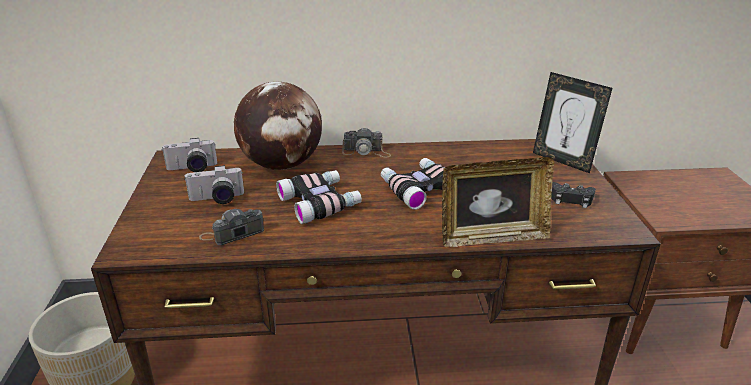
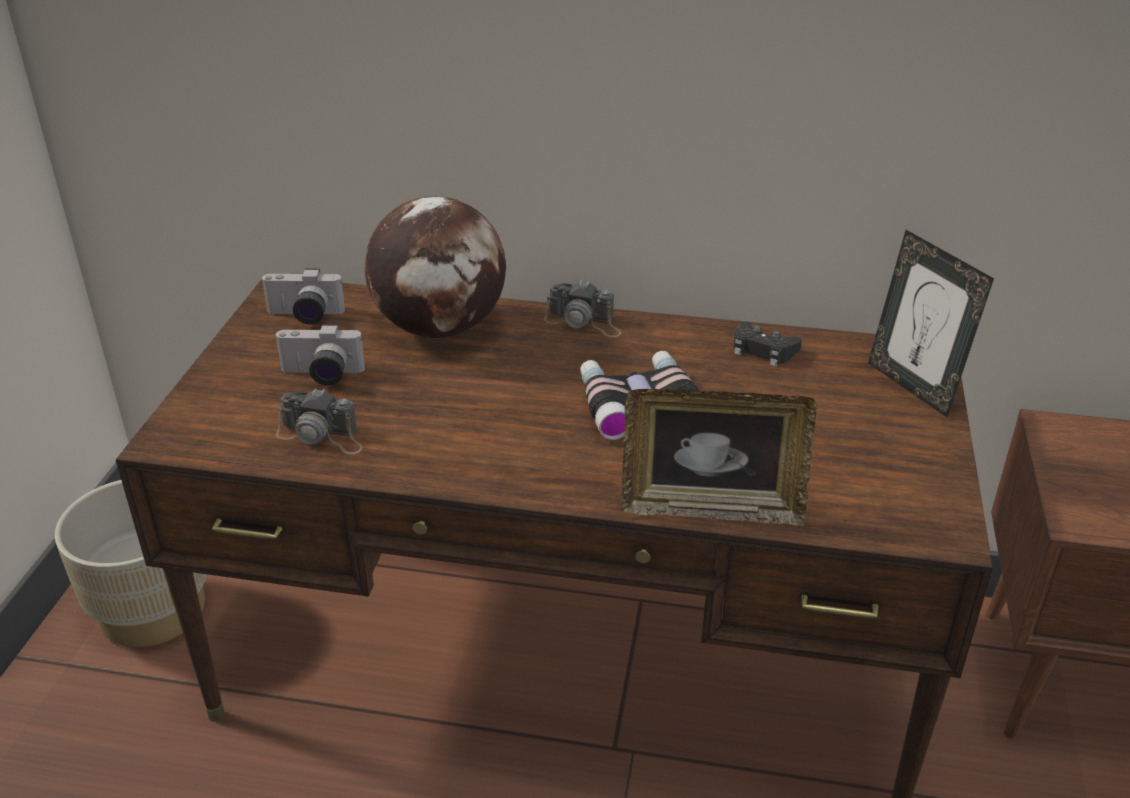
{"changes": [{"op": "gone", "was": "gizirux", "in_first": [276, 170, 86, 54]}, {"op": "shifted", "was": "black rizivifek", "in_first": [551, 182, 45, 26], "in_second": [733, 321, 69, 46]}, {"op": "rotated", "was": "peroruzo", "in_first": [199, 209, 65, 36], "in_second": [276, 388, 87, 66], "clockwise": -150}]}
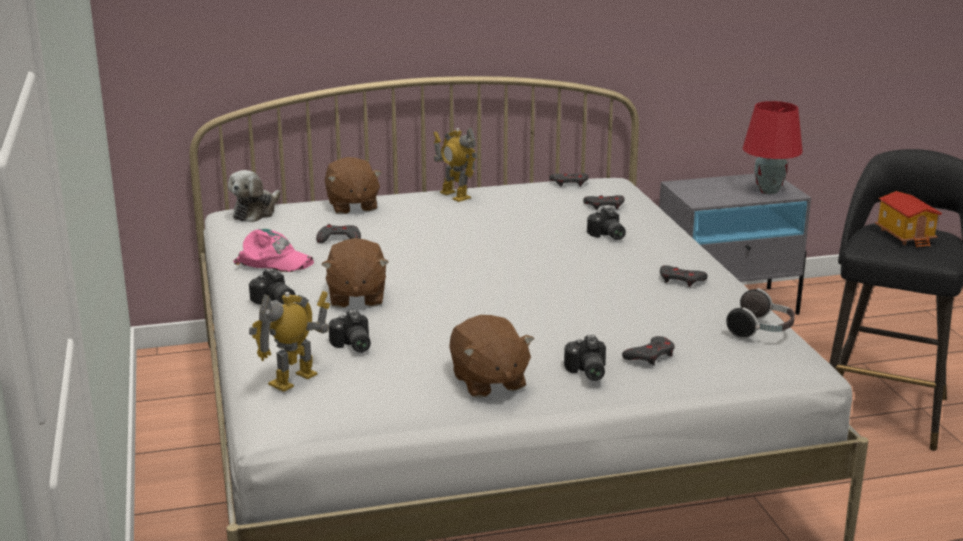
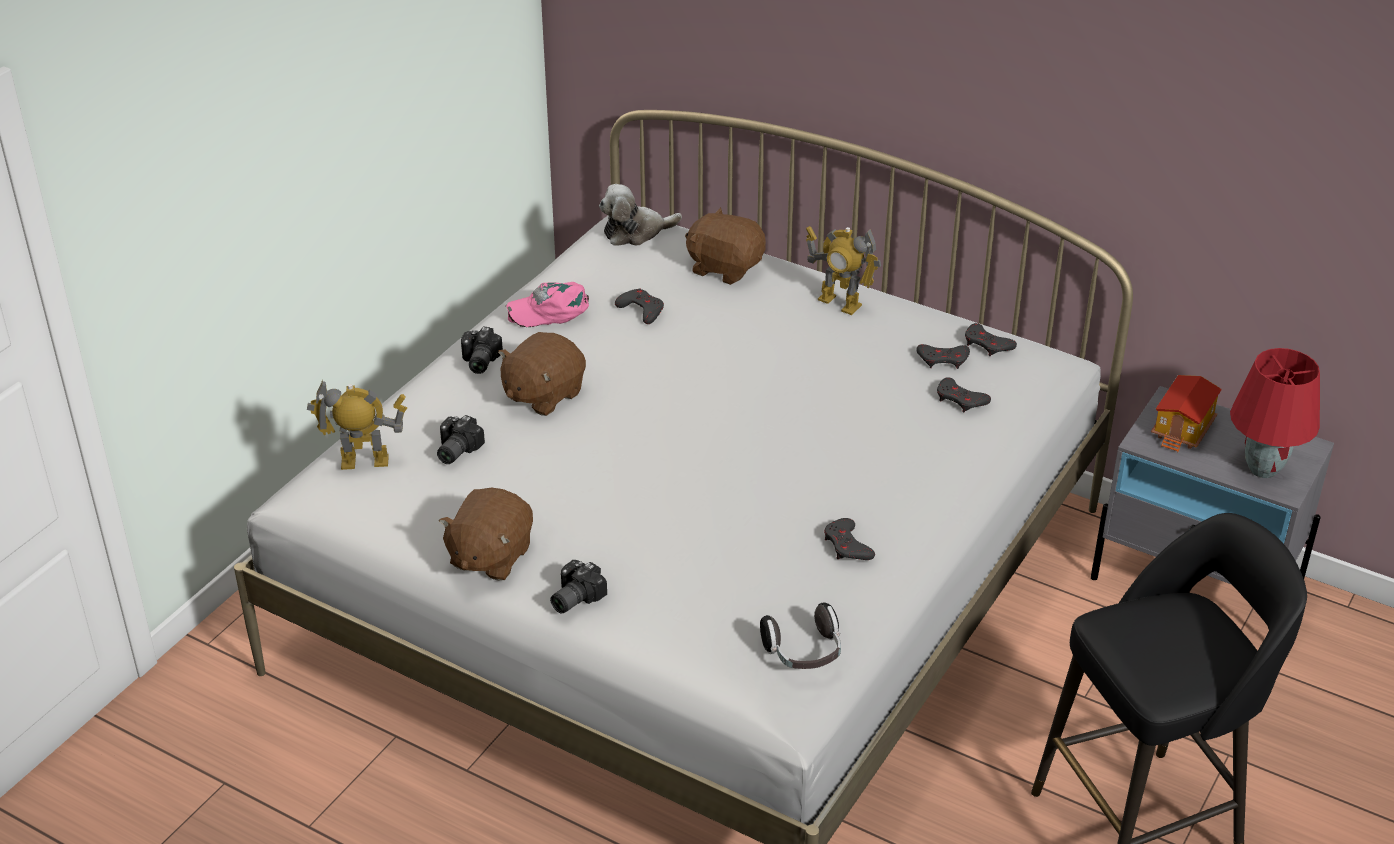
{"changes": [{"op": "gone", "was": "peroruzo", "in_first": [587, 207, 39, 33]}, {"op": "shifted", "was": "grey rizivifek", "in_first": [622, 336, 53, 29], "in_second": [916, 344, 54, 25]}, {"op": "shifted", "was": "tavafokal", "in_first": [875, 191, 67, 57], "in_second": [1151, 375, 71, 77]}, {"op": "rotated", "was": "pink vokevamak", "in_first": [233, 229, 81, 43], "in_second": [506, 282, 83, 45], "clockwise": 105}, {"op": "rotated", "was": "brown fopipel", "in_first": [325, 157, 57, 57], "in_second": [685, 207, 81, 78], "clockwise": 90}, {"op": "rotated", "was": "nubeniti", "in_first": [433, 127, 44, 75], "in_second": [806, 226, 75, 89], "clockwise": -60}]}
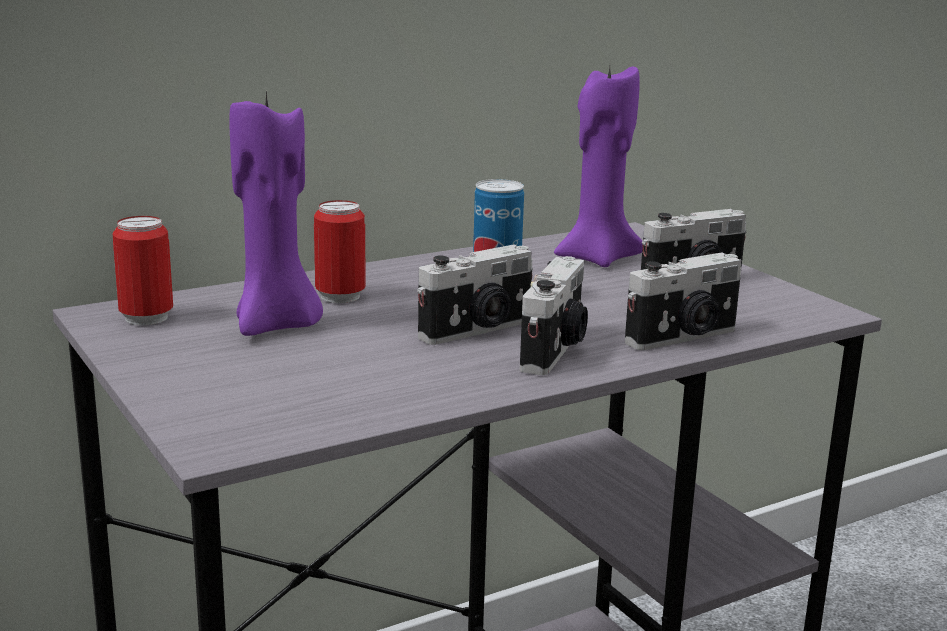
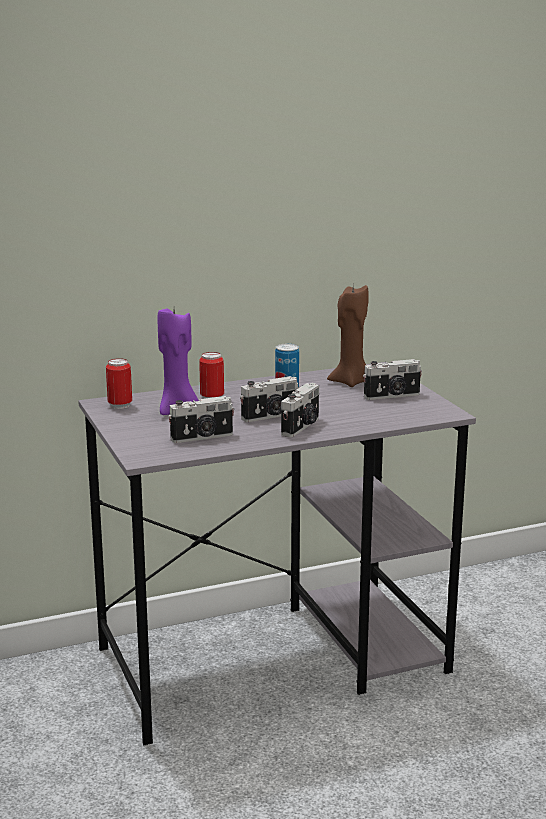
{"changes": [{"op": "shifted", "was": "peroruzo", "in_first": [625, 253, 116, 97], "in_second": [168, 396, 66, 47]}, {"op": "repainted", "was": "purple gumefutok", "now": "brown gumefutok", "in_first": [554, 66, 89, 201], "in_second": [327, 285, 42, 102]}]}
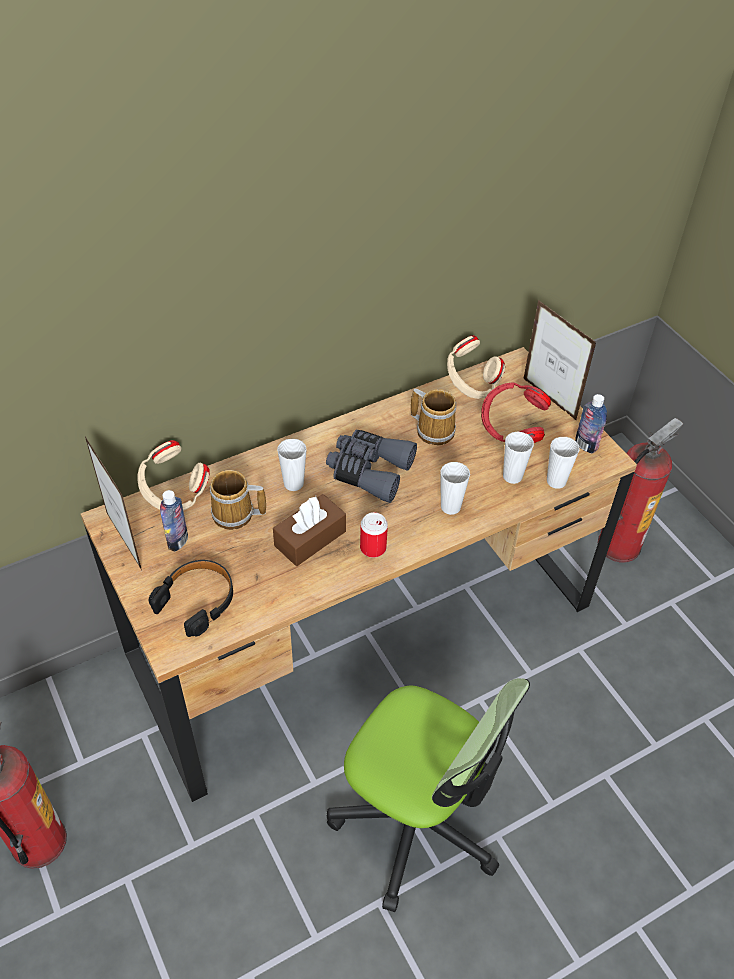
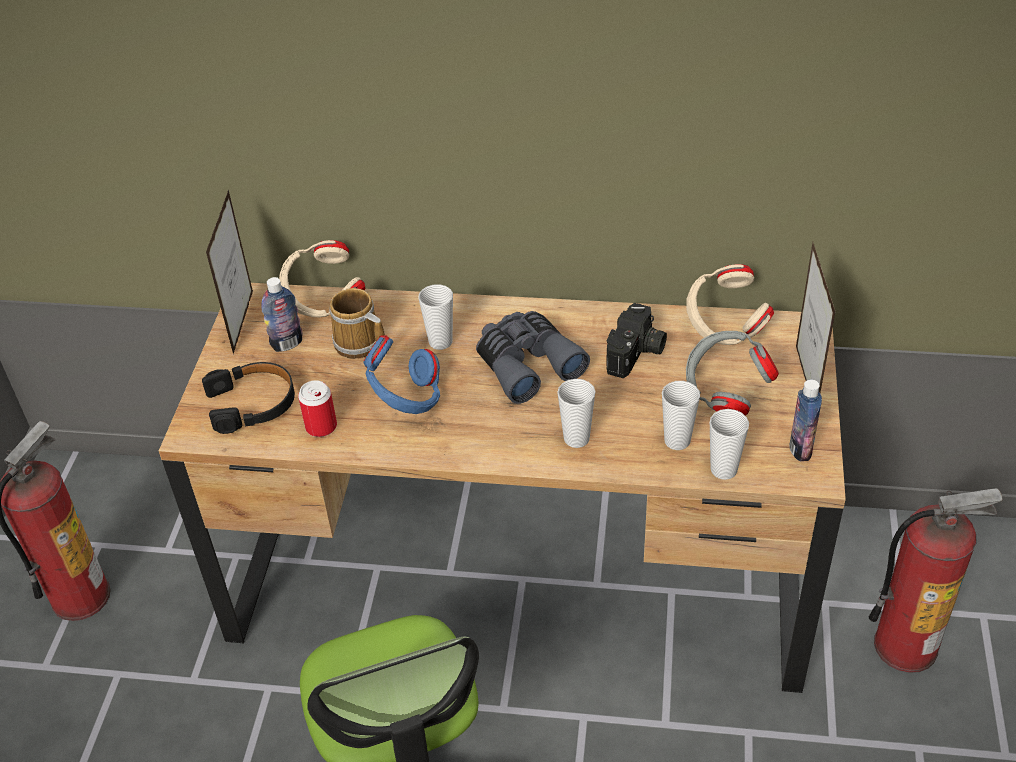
{"changes": [{"op": "shifted", "was": "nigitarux", "in_first": [360, 512, 28, 46], "in_second": [298, 380, 39, 57]}, {"op": "swapped", "was": "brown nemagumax", "now": "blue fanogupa", "in_first": [273, 494, 73, 72], "in_second": [363, 335, 77, 79]}, {"op": "swapped", "was": "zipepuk", "now": "peroruzo", "in_first": [411, 389, 45, 56], "in_second": [606, 303, 61, 75]}, {"op": "repainted", "was": "red fanogupa", "now": "grey fanogupa", "in_first": [481, 382, 70, 61], "in_second": [686, 331, 93, 85]}]}
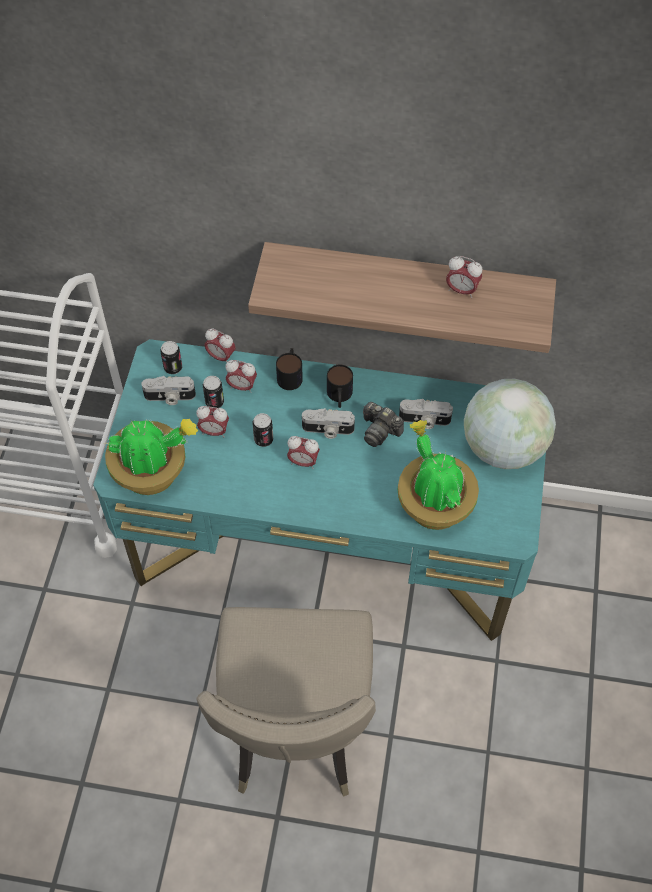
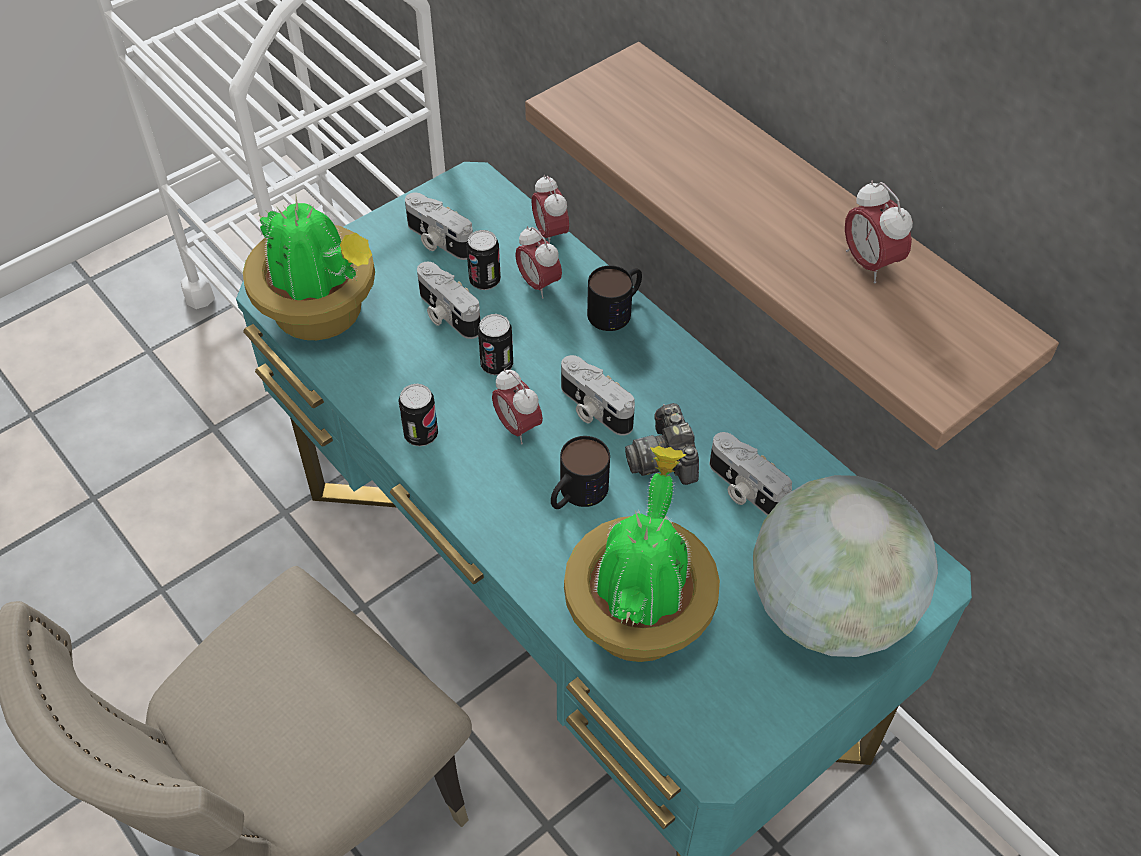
{"changes": [{"op": "shifted", "was": "nigitarux", "in_first": [160, 341, 22, 33], "in_second": [398, 384, 40, 62]}, {"op": "shifted", "was": "zipepuk", "in_first": [327, 365, 26, 43], "in_second": [551, 436, 59, 73]}, {"op": "swapped", "was": "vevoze", "now": "peroruzo", "in_first": [196, 406, 33, 31], "in_second": [417, 262, 64, 77]}]}
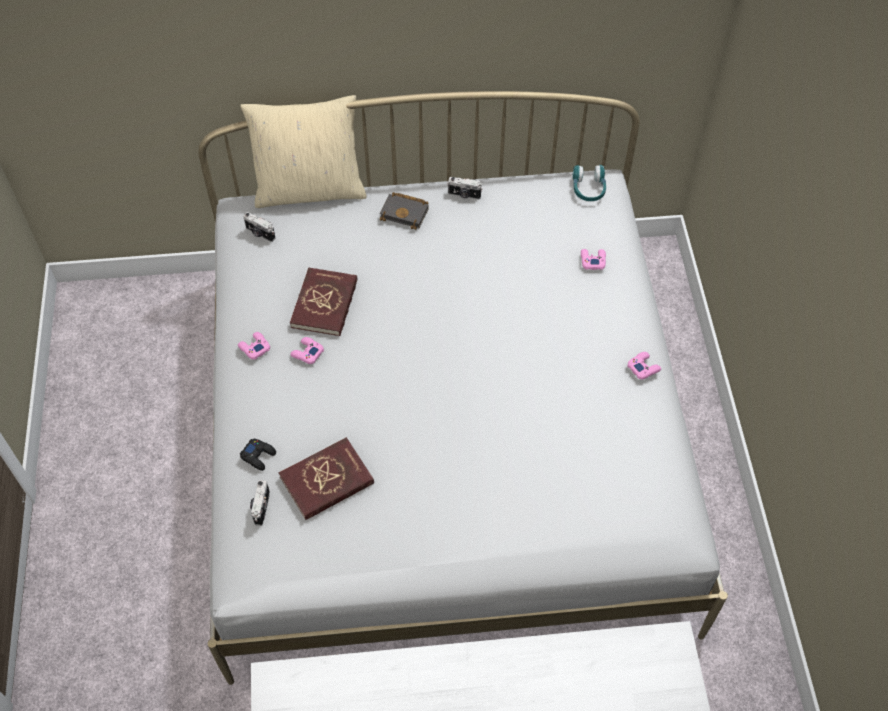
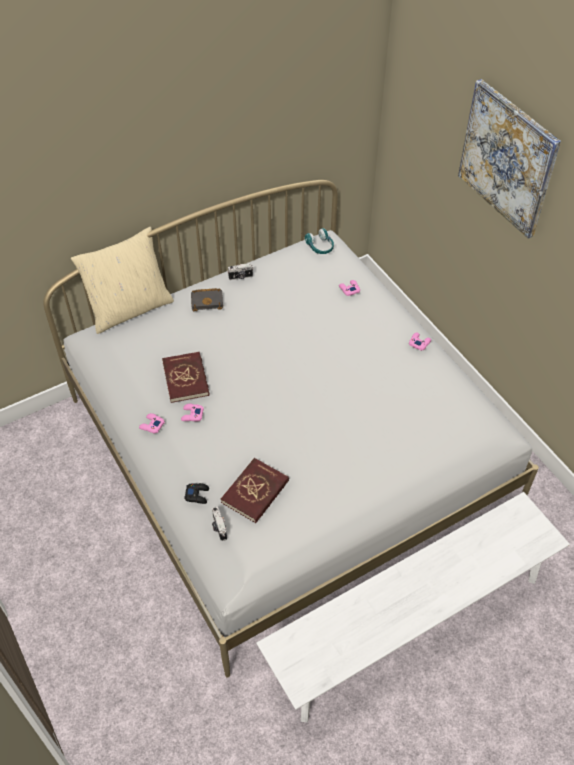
{"changes": [{"op": "gone", "was": "peroruzo", "in_first": [243, 212, 32, 30]}, {"op": "new", "now": "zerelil", "in_second": [458, 79, 103, 160]}]}
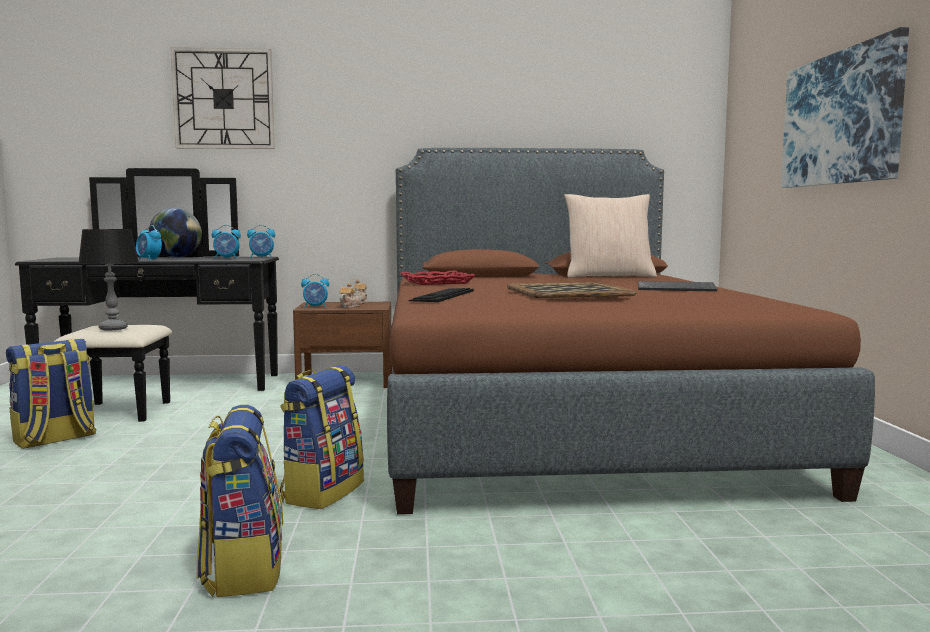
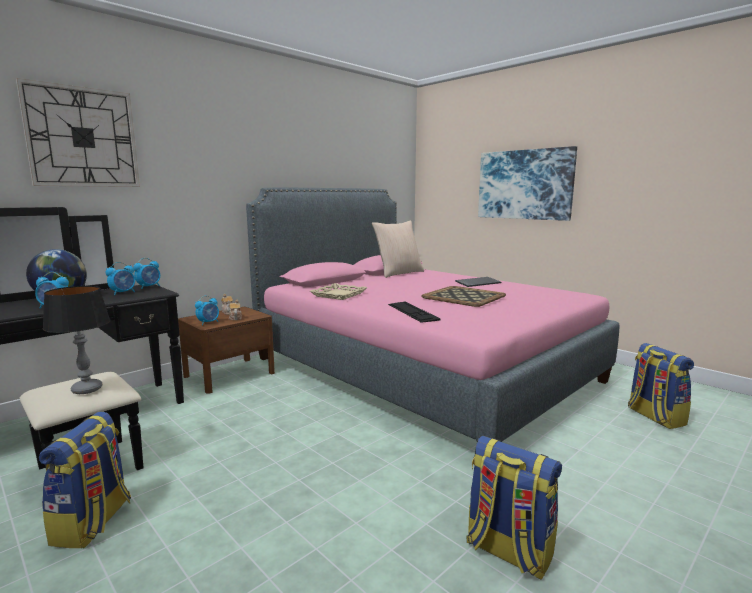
{"changes": [{"op": "shifted", "was": "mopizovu", "in_first": [280, 365, 84, 144], "in_second": [628, 343, 66, 86]}, {"op": "repainted", "was": "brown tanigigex", "now": "pink tanigigex", "in_first": [387, 148, 488, 366], "in_second": [246, 188, 373, 254]}, {"op": "repainted", "was": "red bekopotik", "now": "beige bekopotik", "in_first": [400, 271, 76, 14], "in_second": [310, 283, 57, 17]}]}
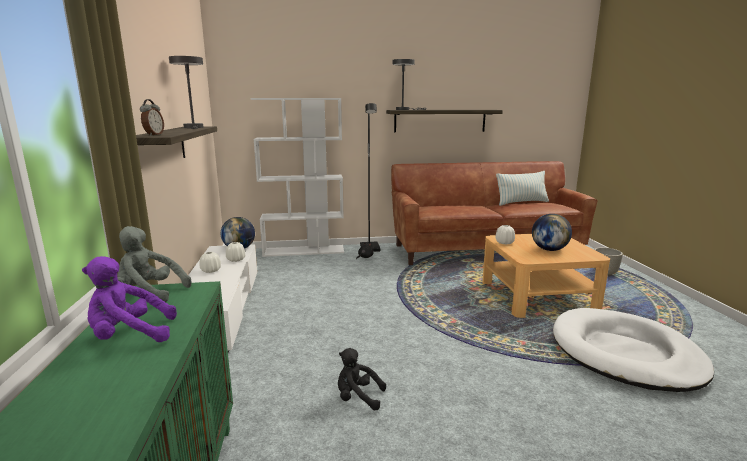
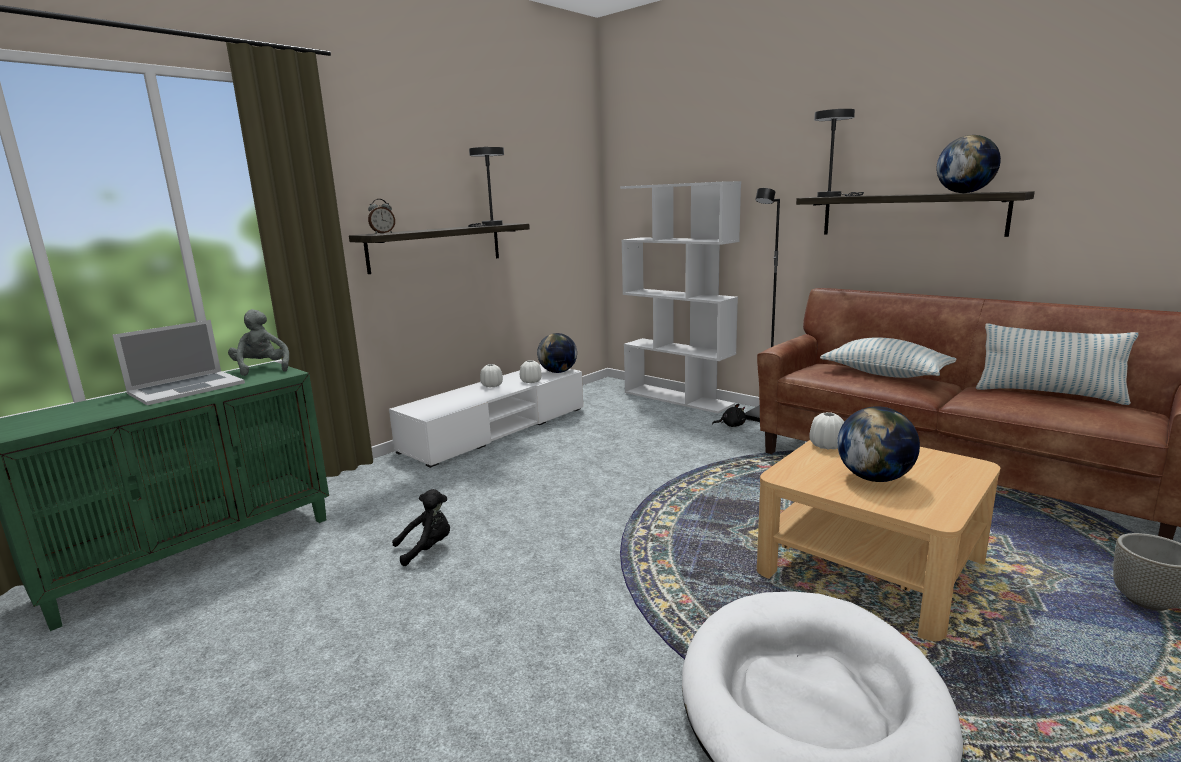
{"changes": [{"op": "new", "now": "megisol", "in_second": [820, 338, 137, 40]}, {"op": "new", "now": "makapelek", "in_second": [937, 135, 64, 58]}, {"op": "swapped", "was": "purple fopipel", "now": "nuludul", "in_first": [82, 256, 95, 86], "in_second": [113, 320, 132, 85]}, {"op": "rotated", "was": "black fopipel", "in_first": [338, 348, 48, 63], "in_second": [392, 489, 58, 77], "clockwise": 90}]}
